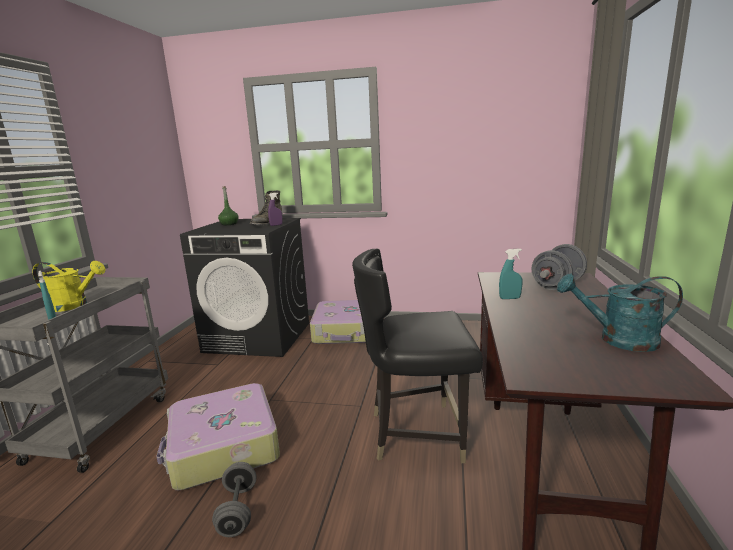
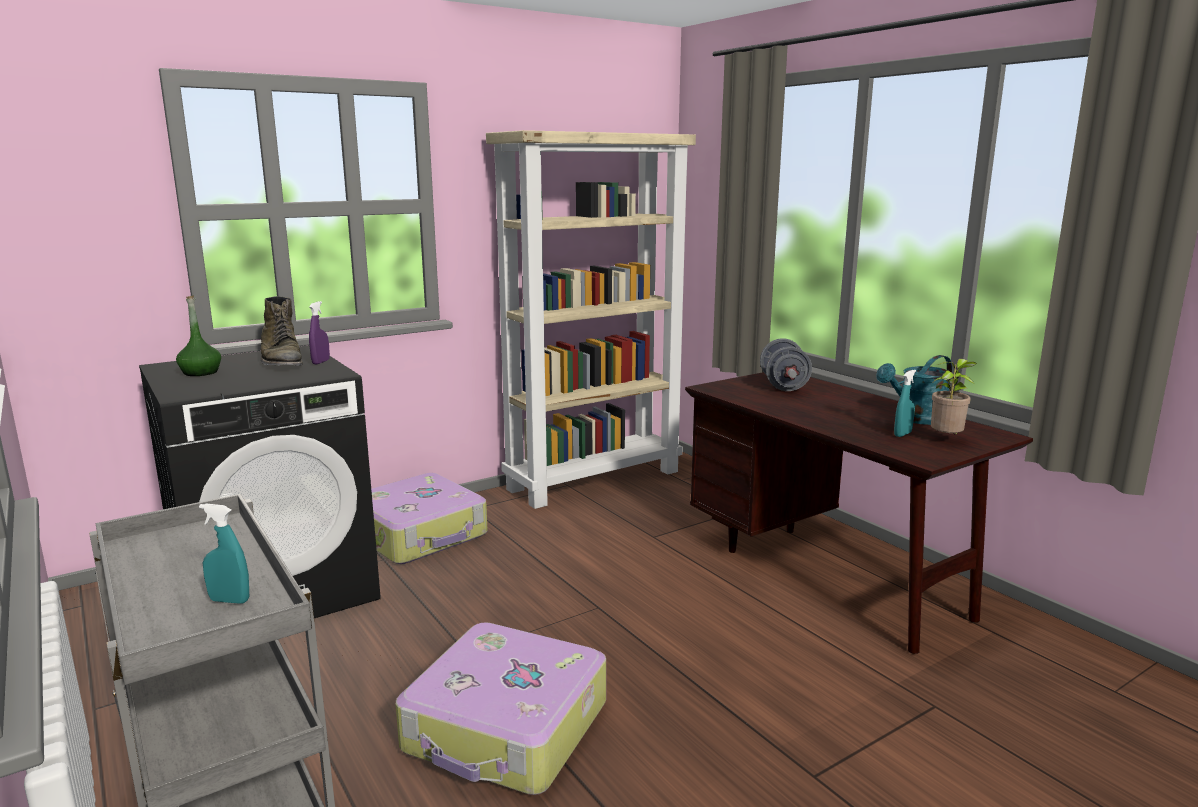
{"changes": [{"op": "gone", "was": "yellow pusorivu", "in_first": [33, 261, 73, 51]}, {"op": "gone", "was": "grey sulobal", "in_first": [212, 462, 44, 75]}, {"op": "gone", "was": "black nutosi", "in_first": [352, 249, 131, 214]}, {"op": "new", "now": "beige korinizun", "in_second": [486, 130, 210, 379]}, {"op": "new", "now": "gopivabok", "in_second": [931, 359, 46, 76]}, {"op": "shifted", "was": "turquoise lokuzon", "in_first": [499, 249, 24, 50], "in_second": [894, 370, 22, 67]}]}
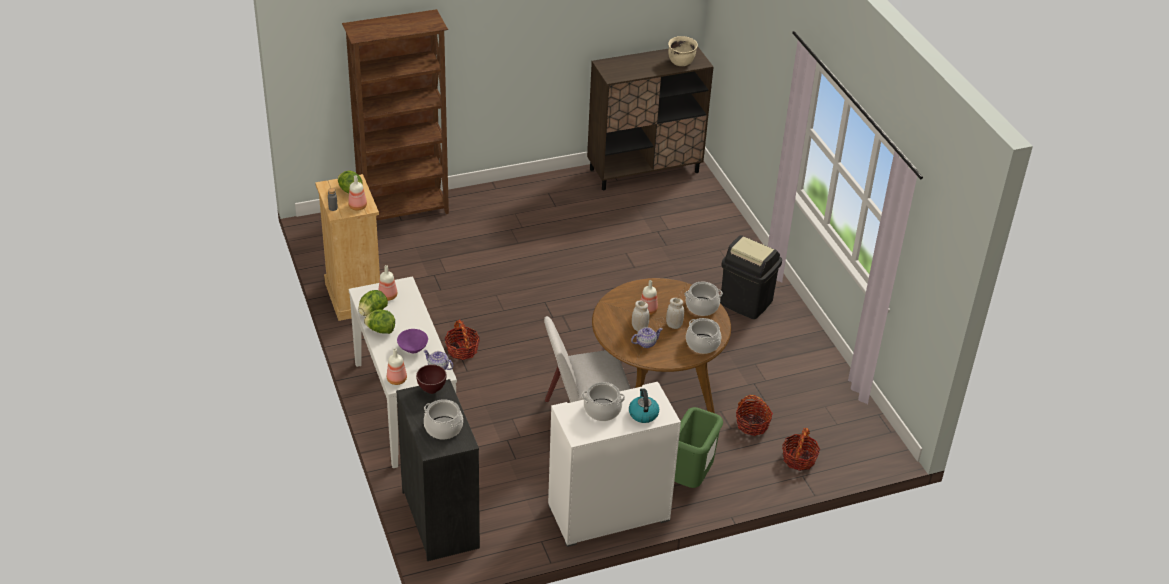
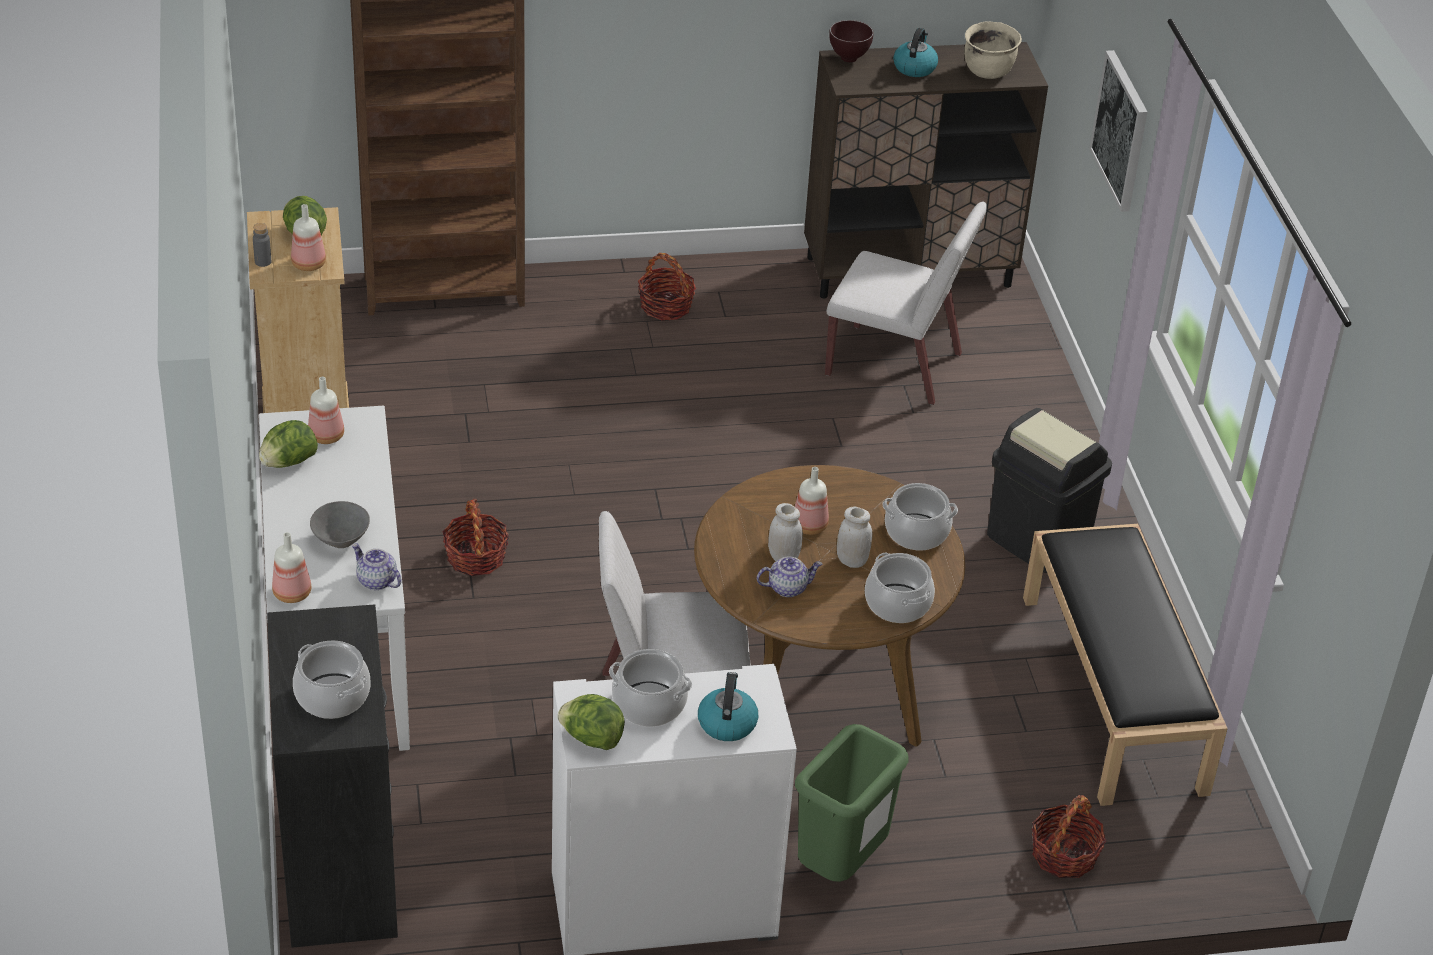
{"changes": [{"op": "new", "now": "white nutosi", "in_second": [825, 202, 162, 203]}, {"op": "new", "now": "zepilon", "in_second": [893, 28, 45, 49]}, {"op": "new", "now": "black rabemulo", "in_second": [1023, 524, 205, 282]}, {"op": "new", "now": "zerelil", "in_second": [1089, 50, 59, 162]}, {"op": "shifted", "was": "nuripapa", "in_first": [364, 309, 31, 25], "in_second": [557, 694, 68, 56]}, {"op": "shifted", "was": "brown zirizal", "in_first": [416, 365, 30, 29], "in_second": [829, 20, 45, 42]}, {"op": "shifted", "was": "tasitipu", "in_first": [736, 395, 37, 41], "in_second": [638, 253, 58, 67]}, {"op": "repainted", "was": "purple zirizal", "now": "grey zirizal", "in_first": [397, 329, 31, 24], "in_second": [310, 501, 60, 47]}]}
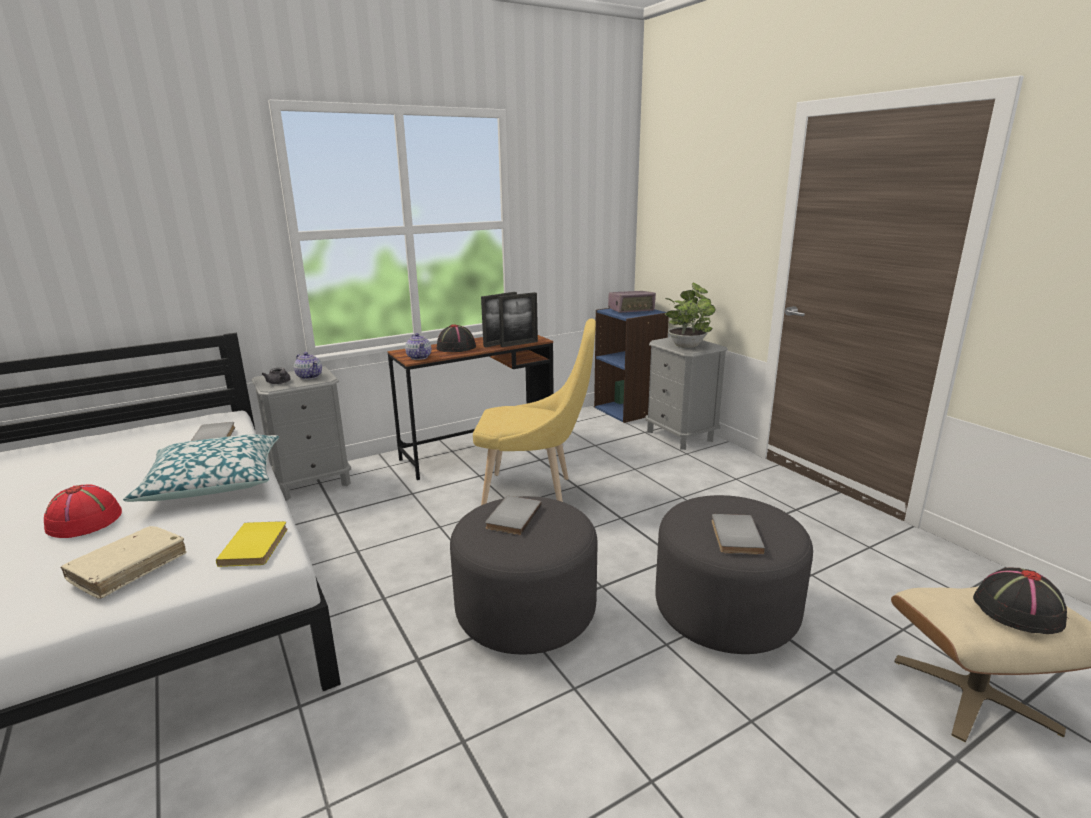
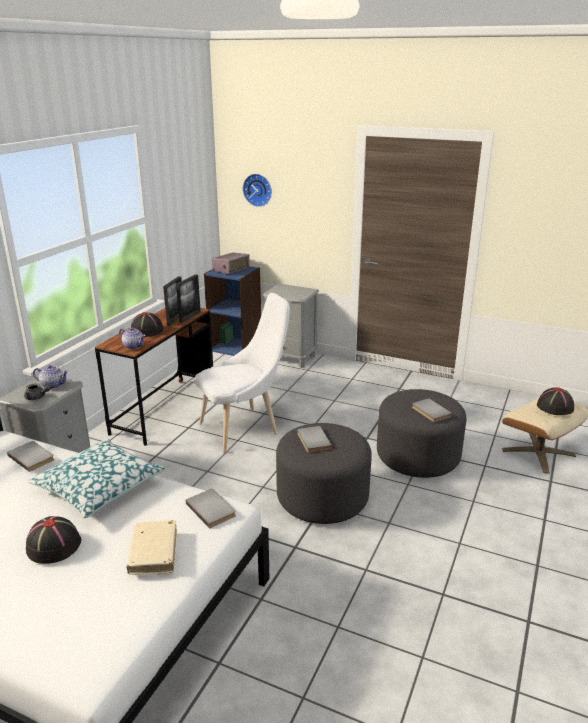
{"changes": [{"op": "gone", "was": "gopivabok", "in_first": [665, 283, 50, 65]}, {"op": "new", "now": "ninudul", "in_second": [243, 174, 29, 33]}, {"op": "repainted", "was": "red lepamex", "now": "black lepamex", "in_first": [44, 484, 78, 54], "in_second": [26, 516, 56, 48]}, {"op": "repainted", "was": "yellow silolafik", "now": "grey silolafik", "in_first": [216, 521, 71, 46], "in_second": [186, 489, 50, 39]}, {"op": "repainted", "was": "yellow nutosi", "now": "white nutosi", "in_first": [473, 318, 123, 187], "in_second": [195, 293, 95, 159]}]}
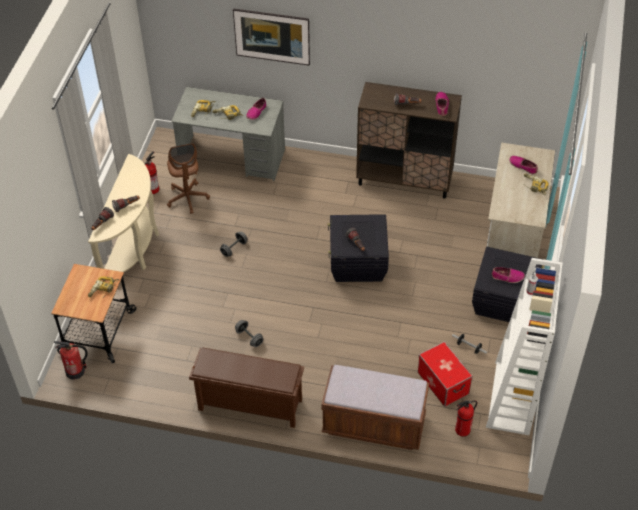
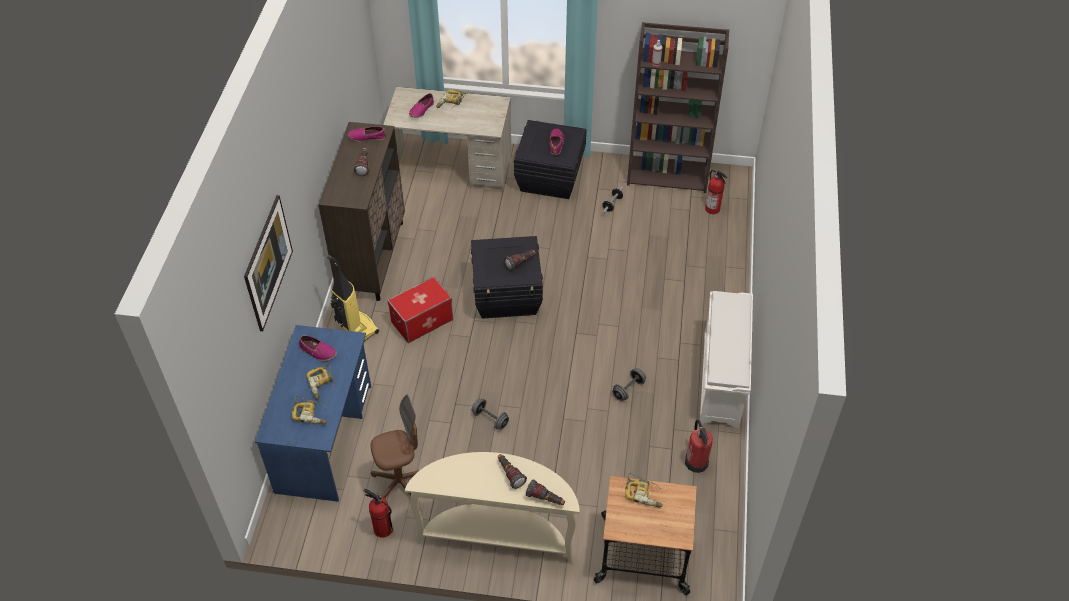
{"changes": [{"op": "gone", "was": "brown rabemulo", "in_first": [321, 365, 108, 85]}, {"op": "new", "now": "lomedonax", "in_second": [327, 255, 52, 86]}, {"op": "shifted", "was": "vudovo", "in_first": [54, 341, 34, 39], "in_second": [685, 419, 28, 54]}, {"op": "shifted", "was": "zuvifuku", "in_first": [418, 342, 55, 65], "in_second": [387, 277, 66, 66]}, {"op": "repainted", "was": "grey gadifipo", "now": "blue gadifipo", "in_first": [171, 87, 114, 94], "in_second": [255, 325, 116, 177]}, {"op": "repainted", "was": "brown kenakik", "now": "white kenakik", "in_first": [189, 347, 115, 81], "in_second": [700, 291, 53, 138]}, {"op": "repainted", "was": "white korinizun", "now": "brown korinizun", "in_first": [486, 258, 77, 177], "in_second": [627, 22, 102, 171]}]}
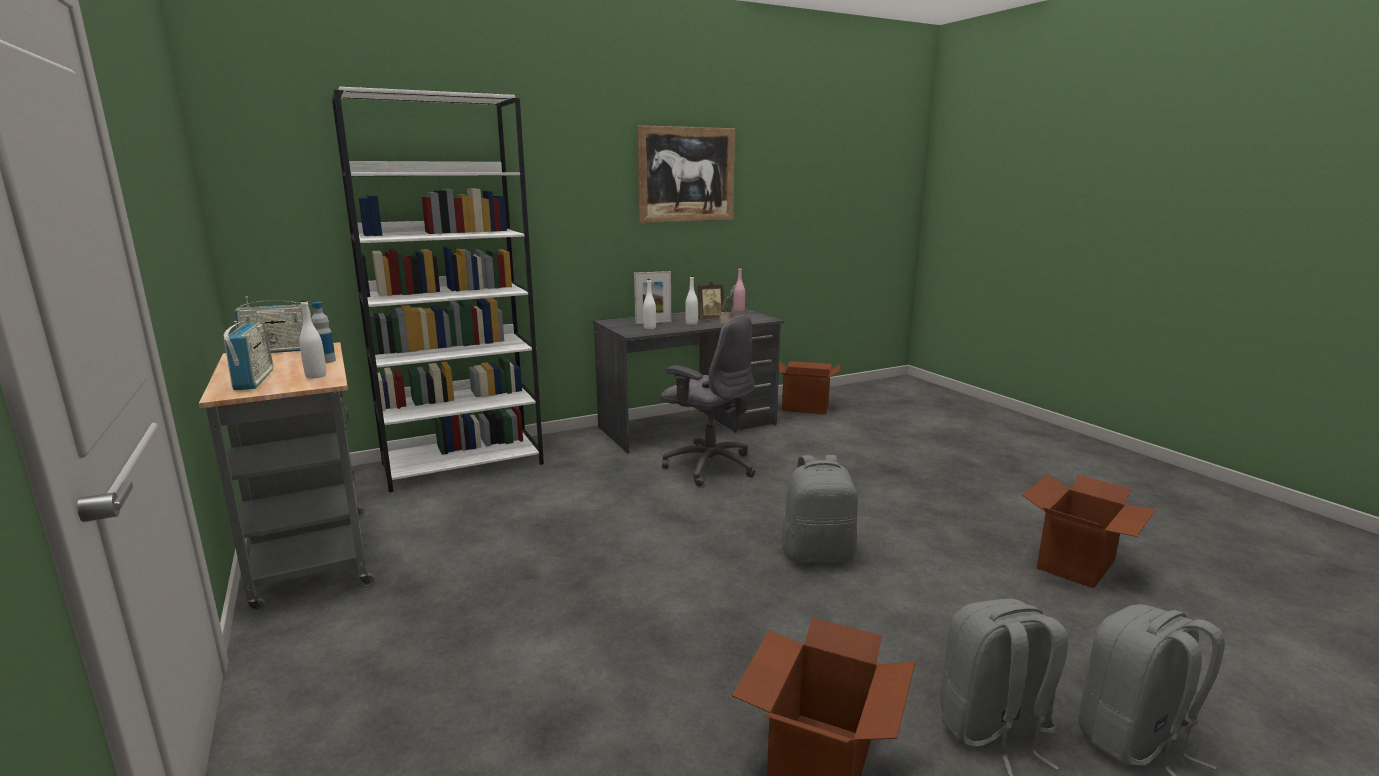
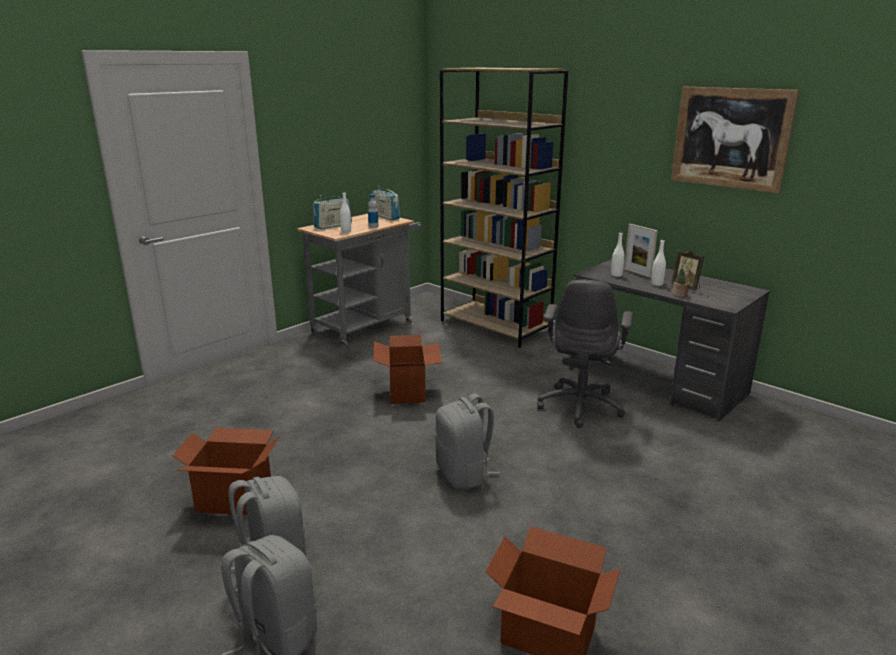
{"changes": [{"op": "gone", "was": "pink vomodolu", "in_first": [734, 267, 11, 45]}, {"op": "shifted", "was": "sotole", "in_first": [779, 361, 62, 54], "in_second": [373, 335, 69, 69]}, {"op": "repainted", "was": "white korinizun", "now": "brown korinizun", "in_first": [332, 87, 212, 406], "in_second": [440, 68, 128, 280]}]}
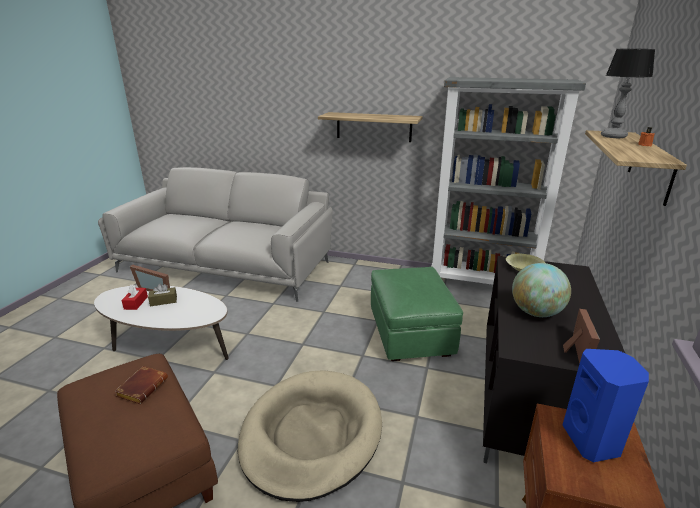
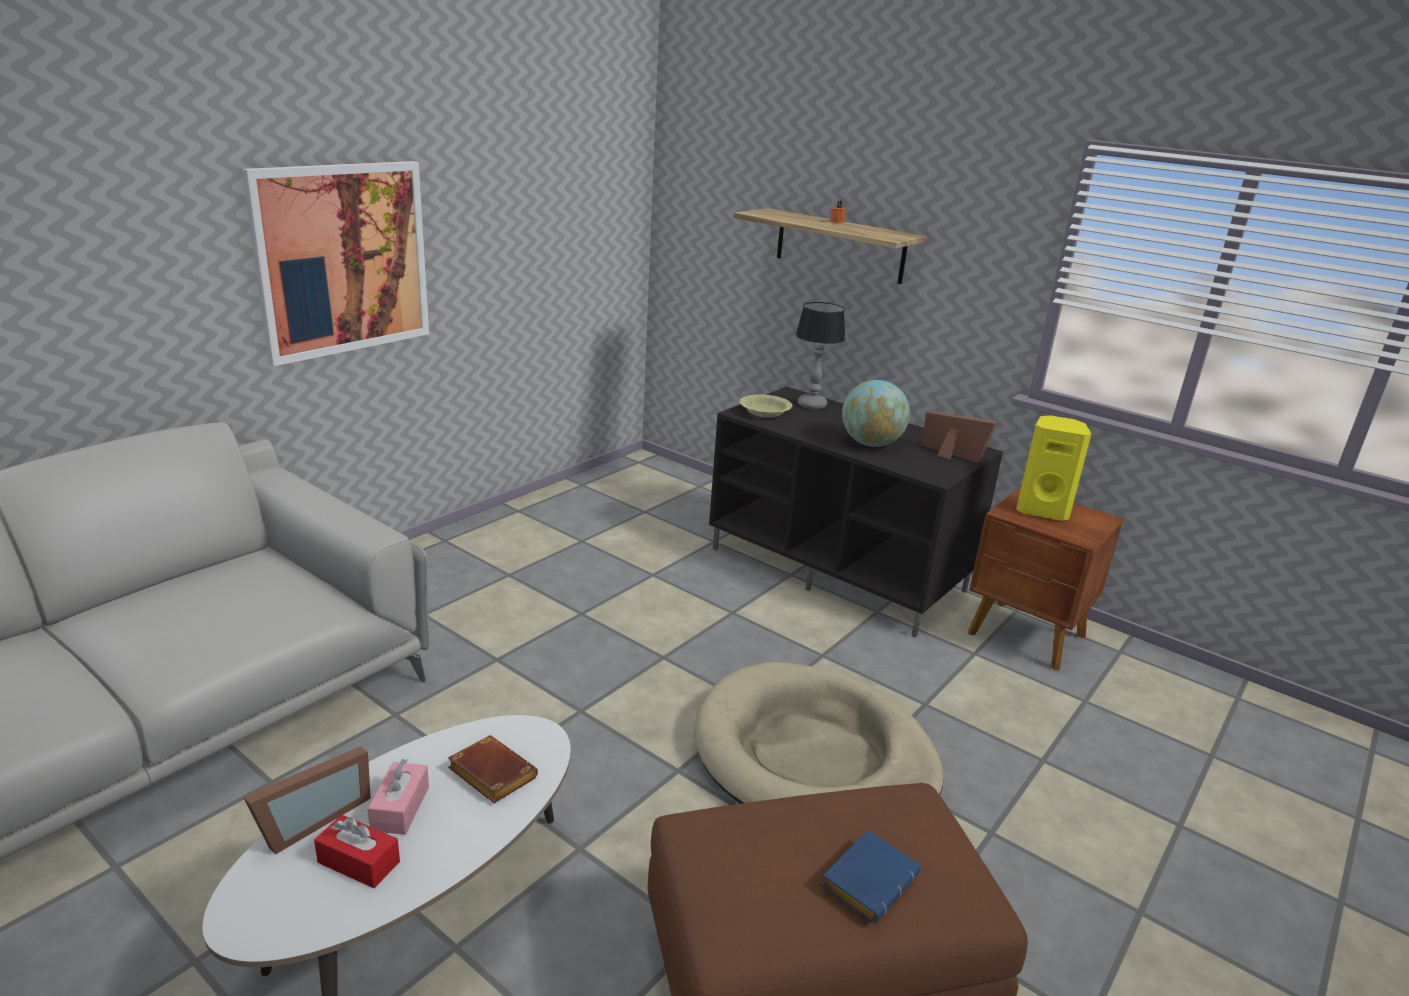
{"changes": [{"op": "gone", "was": "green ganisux", "in_first": [371, 267, 92, 94]}, {"op": "gone", "was": "grey korinizun", "in_first": [431, 77, 155, 208]}, {"op": "new", "now": "blue silolafik", "in_second": [821, 830, 99, 94]}, {"op": "shifted", "was": "brown silolafik", "in_first": [114, 366, 54, 38], "in_second": [448, 735, 90, 68]}, {"op": "shifted", "was": "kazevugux", "in_first": [601, 49, 54, 89], "in_second": [796, 302, 49, 107]}, {"op": "swapped", "was": "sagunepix", "now": "zerelil", "in_first": [318, 112, 105, 30], "in_second": [242, 161, 187, 205]}, {"op": "repainted", "was": "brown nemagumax", "now": "pink nemagumax", "in_first": [148, 284, 29, 22], "in_second": [367, 759, 62, 76]}, {"op": "repainted", "was": "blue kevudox", "now": "yellow kevudox", "in_first": [563, 349, 86, 113], "in_second": [1016, 416, 75, 105]}]}
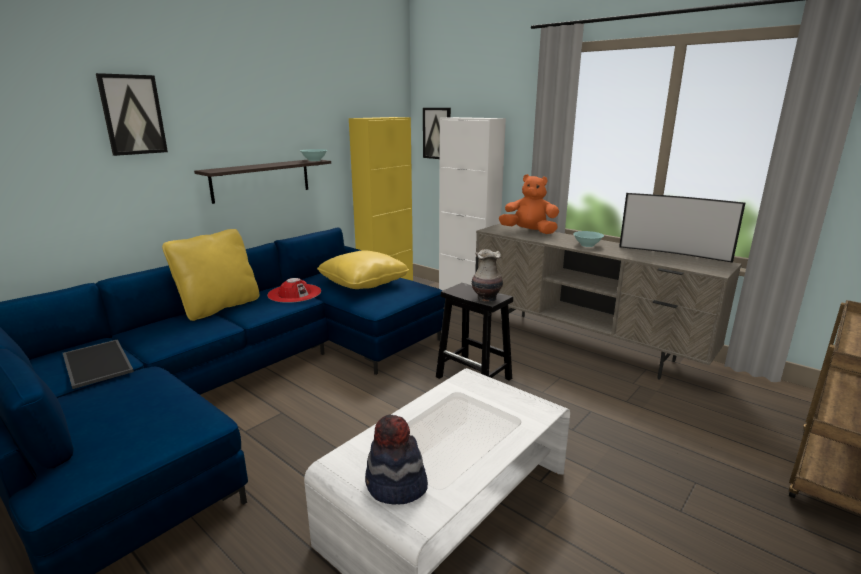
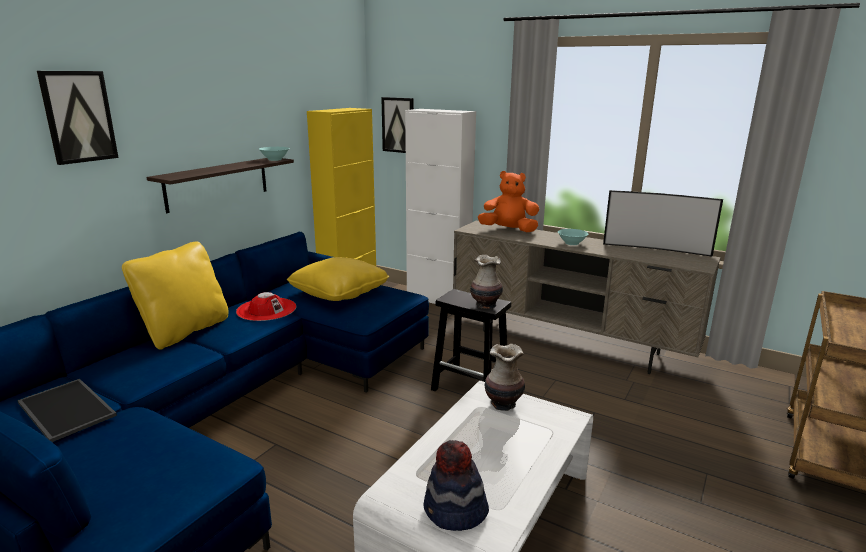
{"changes": [{"op": "new", "now": "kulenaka", "in_second": [484, 344, 41, 67]}]}
